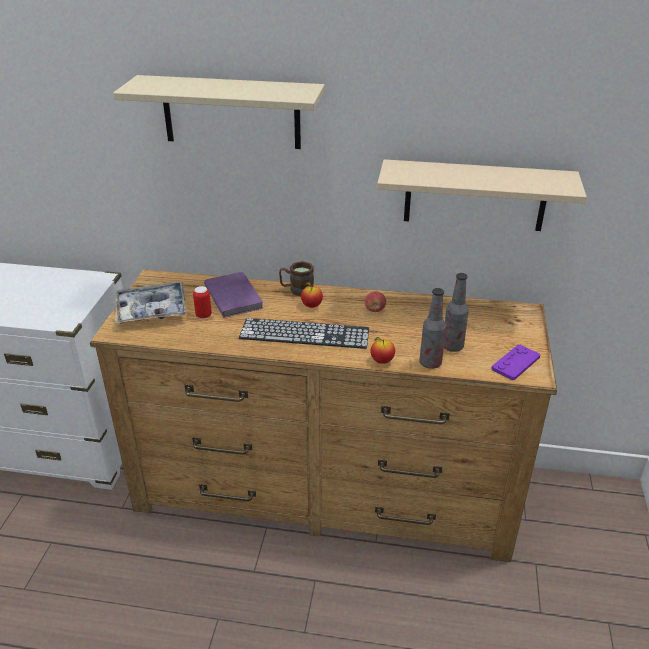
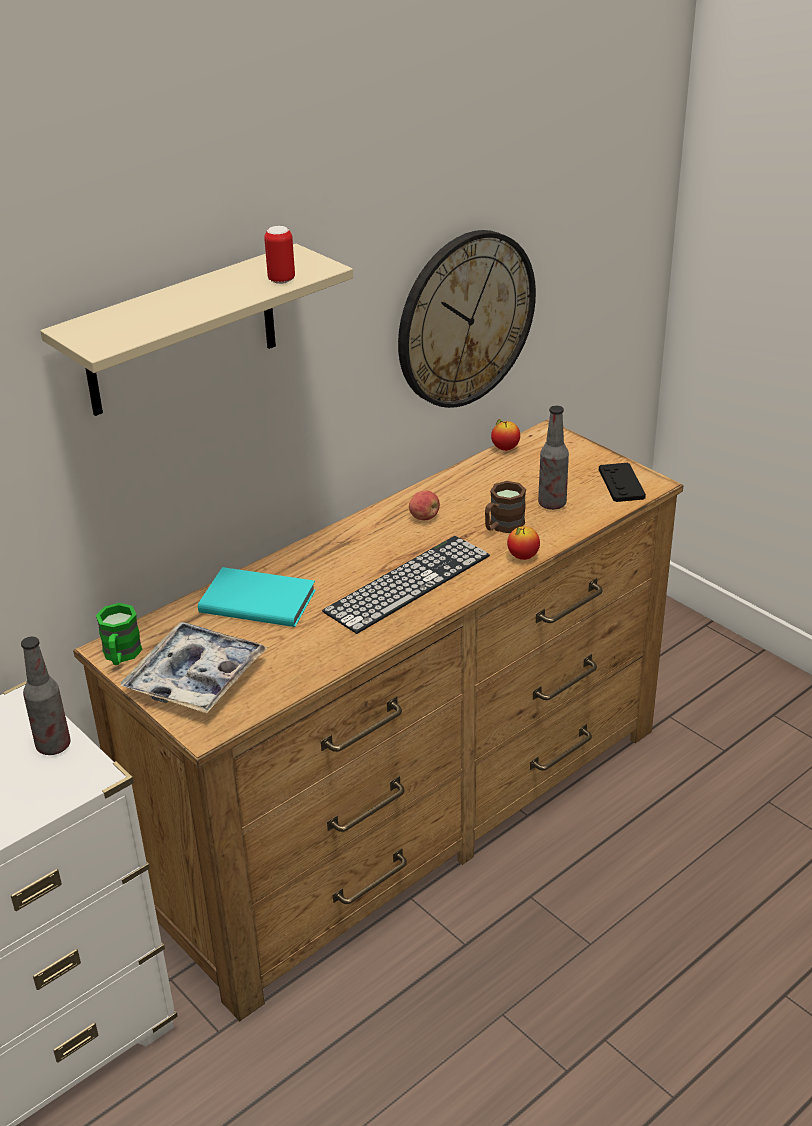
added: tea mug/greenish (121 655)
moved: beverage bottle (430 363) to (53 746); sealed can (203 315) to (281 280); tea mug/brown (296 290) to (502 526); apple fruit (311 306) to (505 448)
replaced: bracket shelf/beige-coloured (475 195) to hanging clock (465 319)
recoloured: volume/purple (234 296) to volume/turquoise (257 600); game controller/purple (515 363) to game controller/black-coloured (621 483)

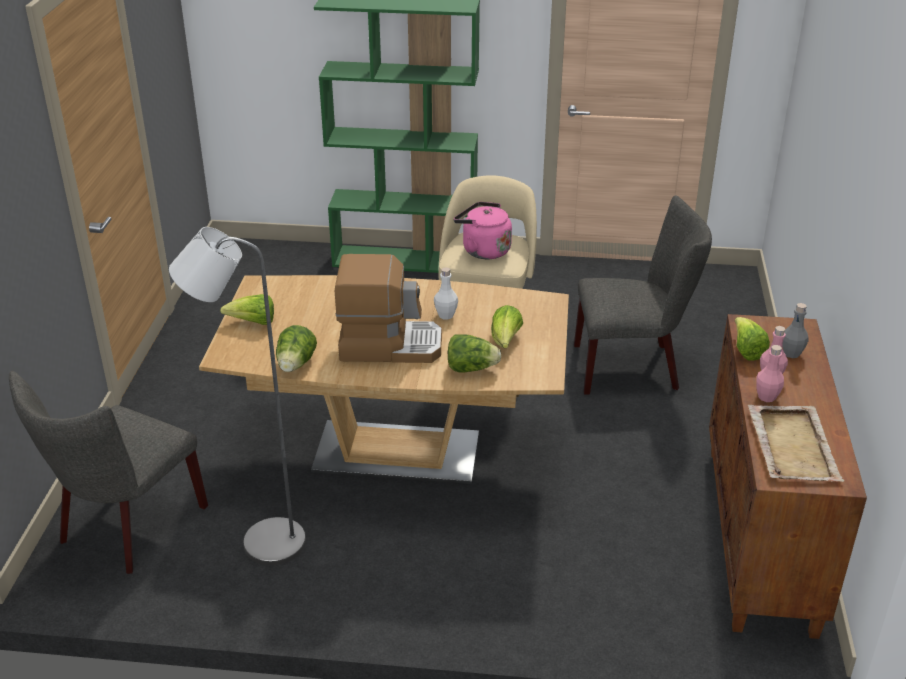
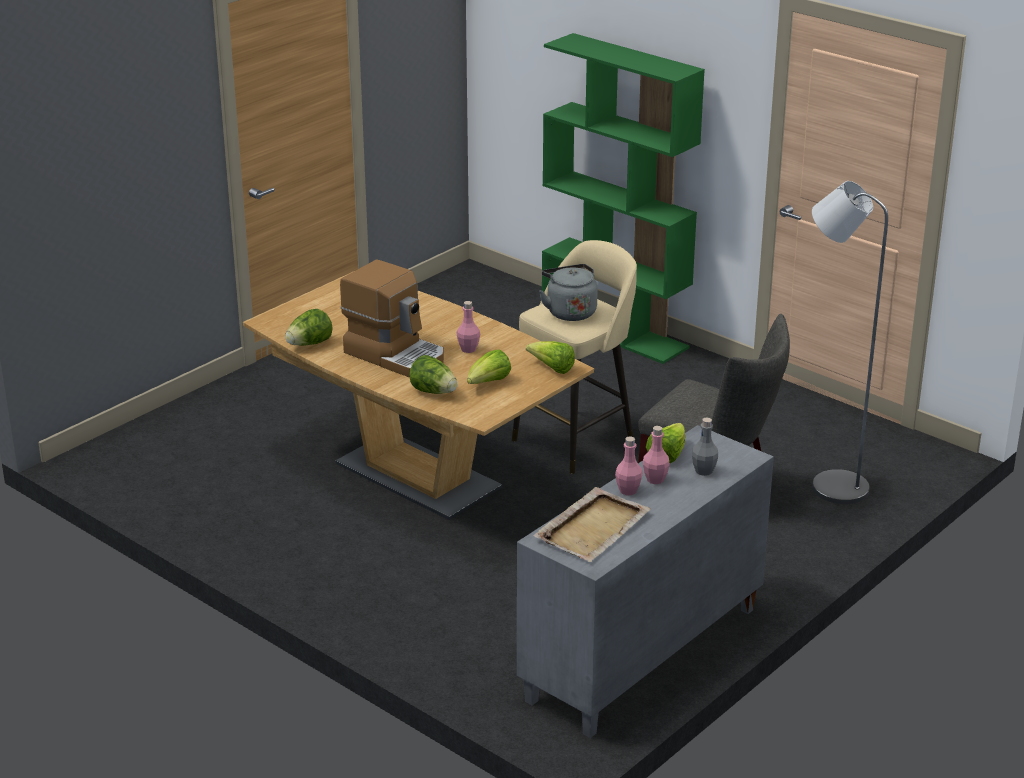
removed: chair/gray (126 528)
moved: lettuce head (253 323) to (552 368); standard lamp/gray (262 544) to (829 486)
recoloured: beverage bottle/whitish (446 315) to beverage bottle/pink (468 349); storage cabinet/brown (761 538) to storage cabinet/gray (643 655); tea kettle/pink (483 250) to tea kettle/gray (569 312)

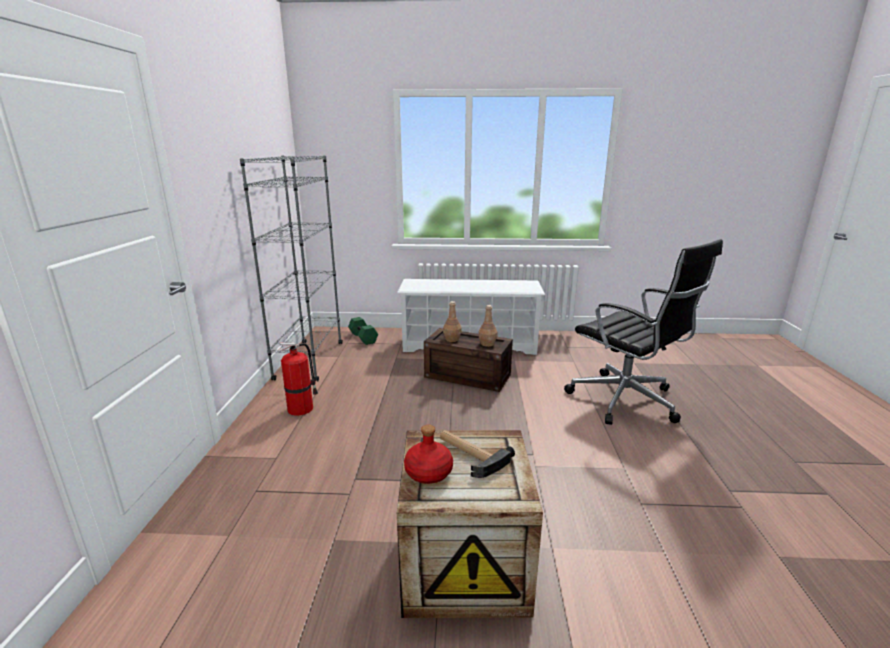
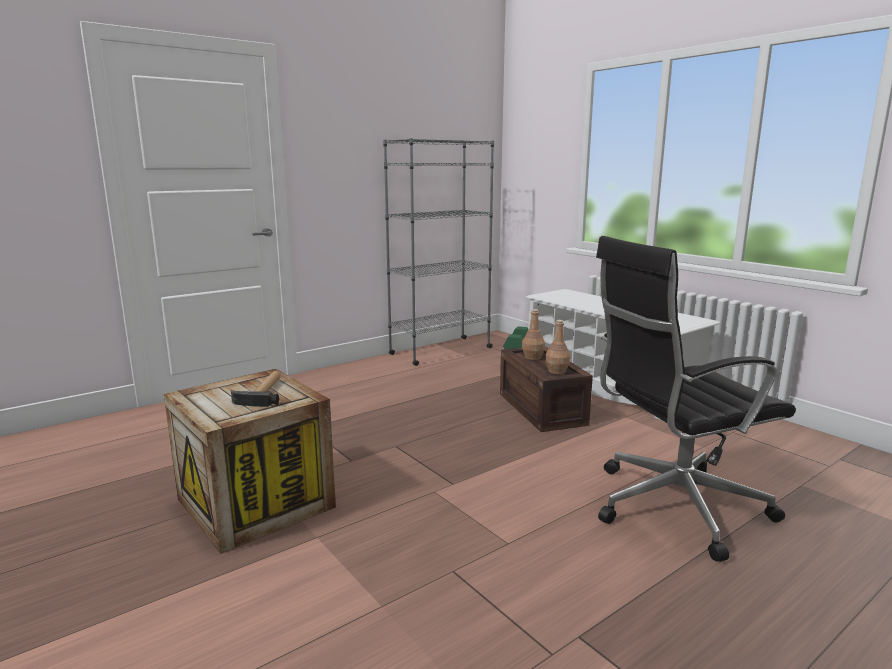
removed: fire extinguisher (301 408); beverage bottle/reddish (429 472)
turned: computer chair/black-coloured (626 401) = (672 506) 60 degrees clockwise

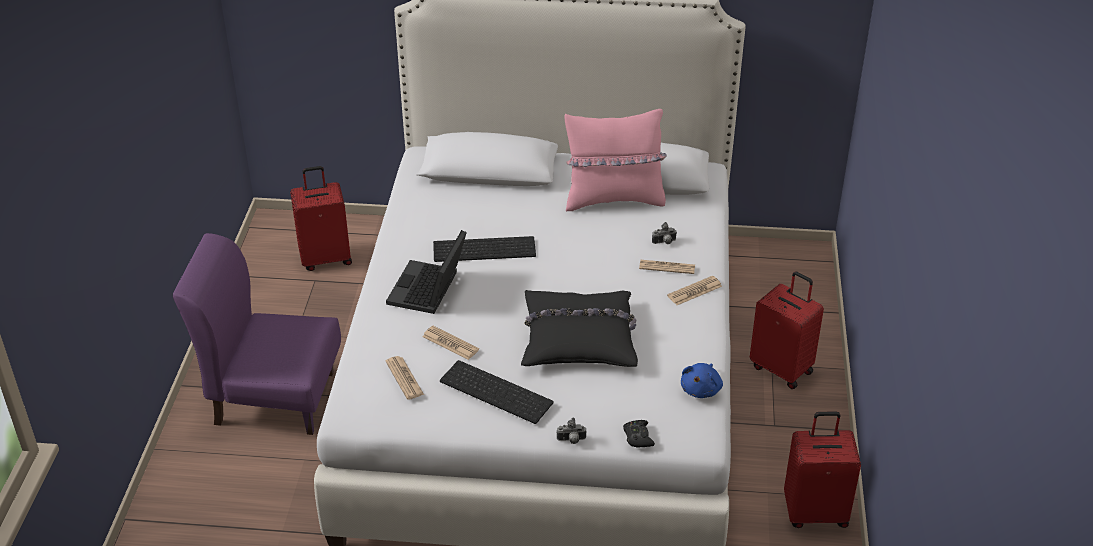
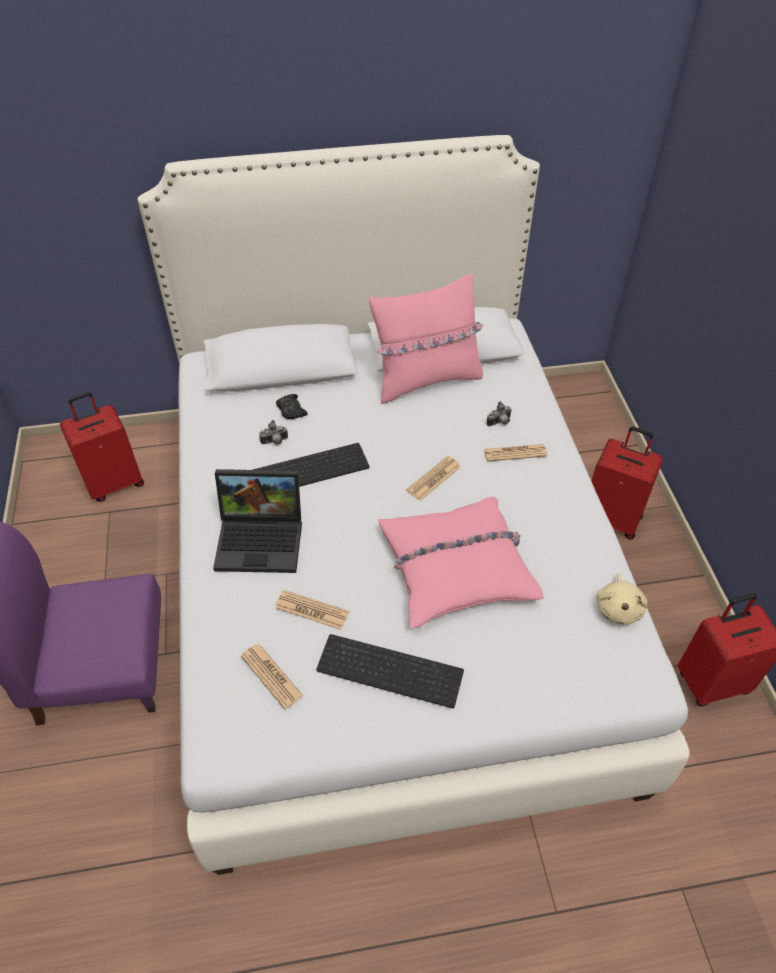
moved: still camera (571 440) to (275 442); game controller/black-coloured (638 437) to (291 410); printed paper (694 291) to (433 479)
recoloured: throw pillow/black-coloured (579 338) to throw pillow/pink (456 568); cuddly toy/blue (701 389) to cuddly toy/beige-coloured (618 608)
turned: laptop (429 291) = (262 539) 90 degrees counterclockwise

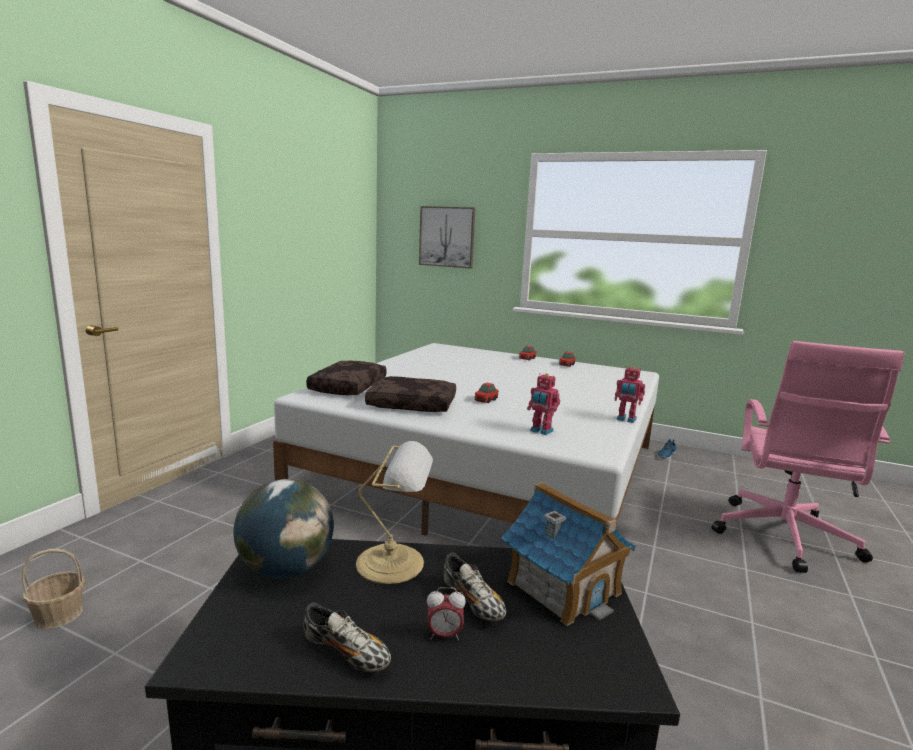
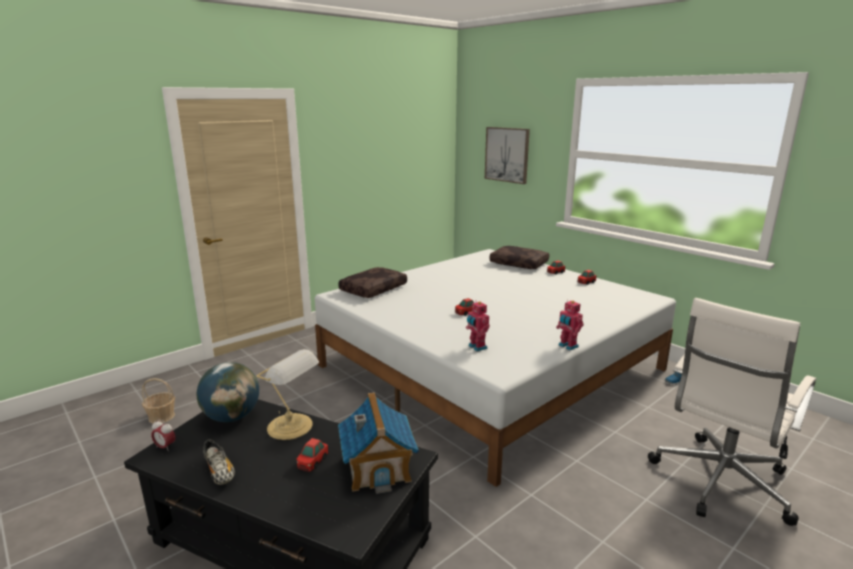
moved: bedside clock (444 635) to (165 447); throw pillow/brown (413 404) to (519 263)
replaced: low shoe (473 602) to toy car (312 462)
recoloured: computer chair/pink (783 538) to computer chair/whitish (719 482)

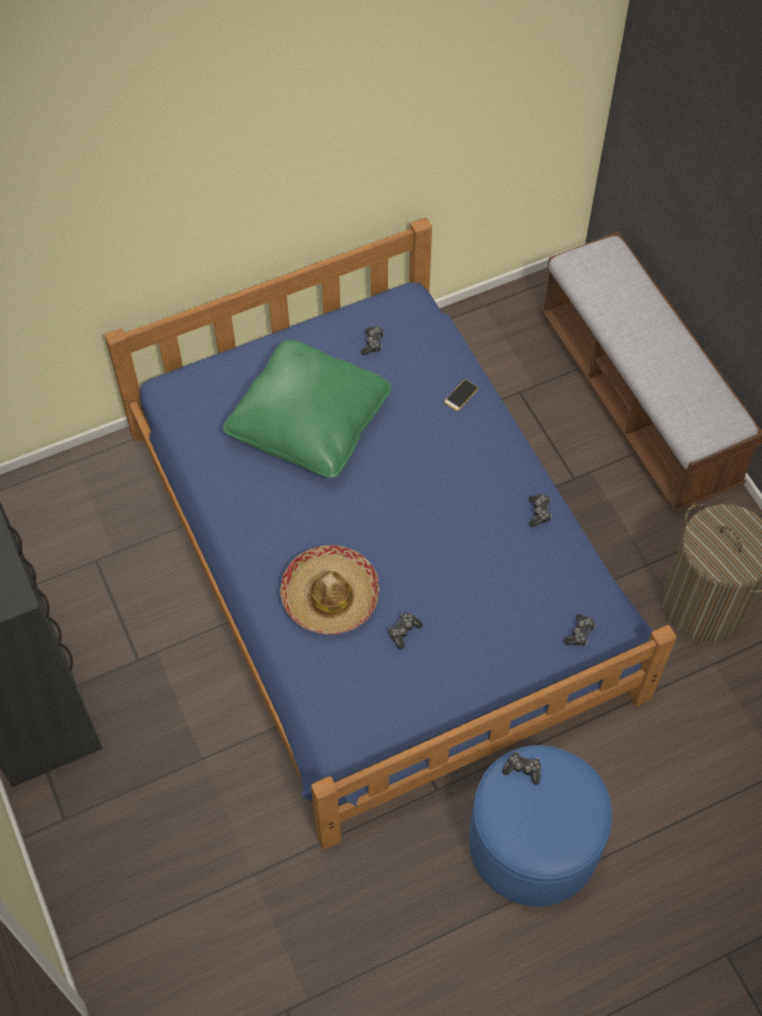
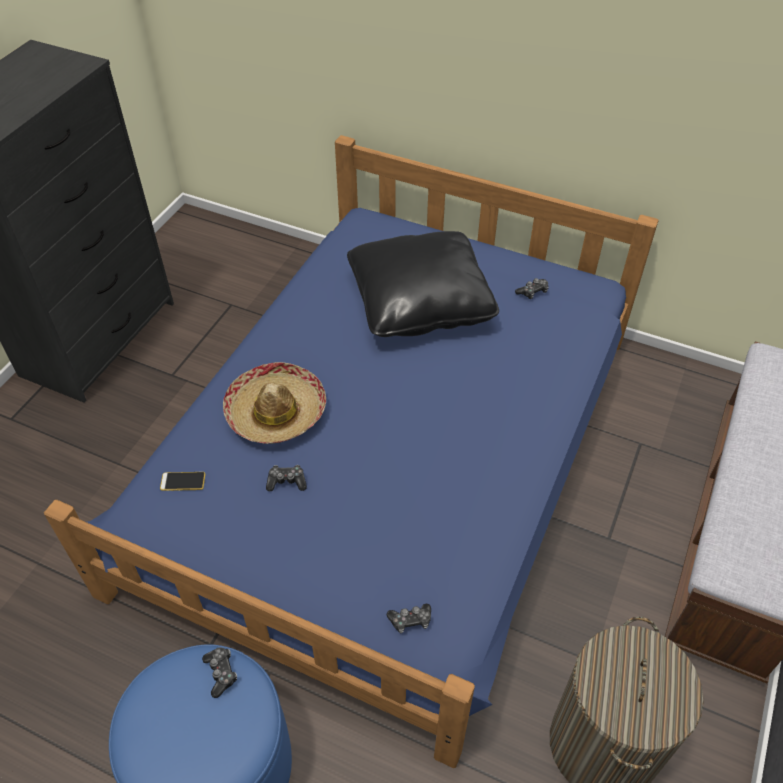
removed: game controller (539 512)
moved: handset (461 395) to (183 481)
recoloured: throw pillow/greenish (309 422) to throw pillow/black-coloured (420 302)

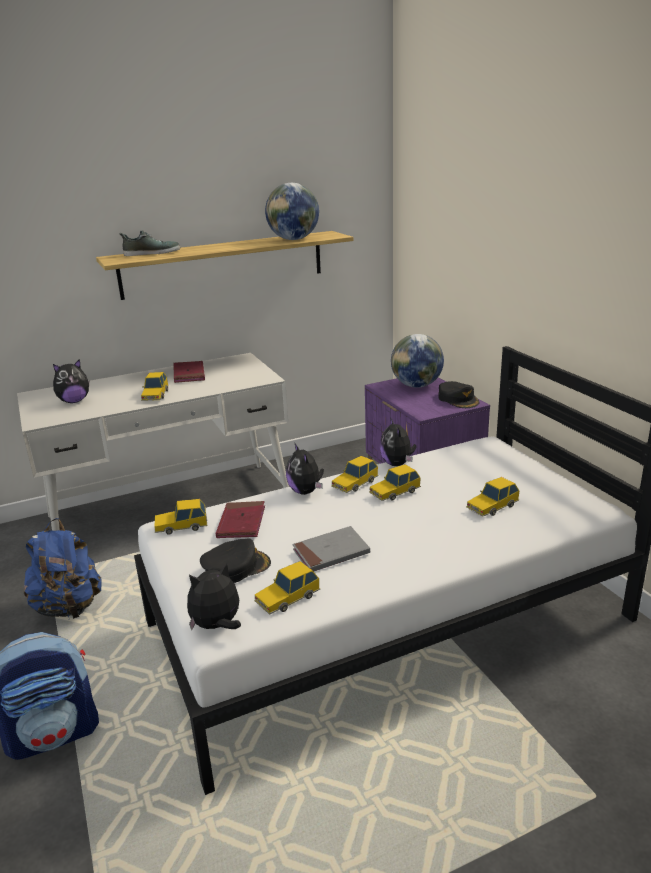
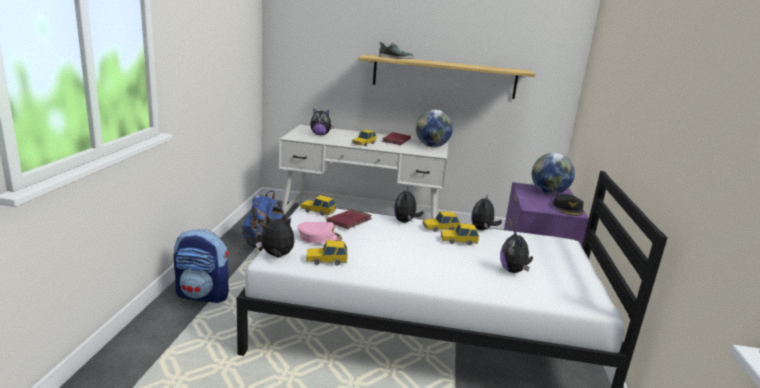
removed: volume/gray (331 552)
moved: globe (294 239) to (432 146)
replaced: toy car (492 506) to cuddly toy (513 271)
recoloured: cap/black-coloured (236 567) to cap/pink (319 237)

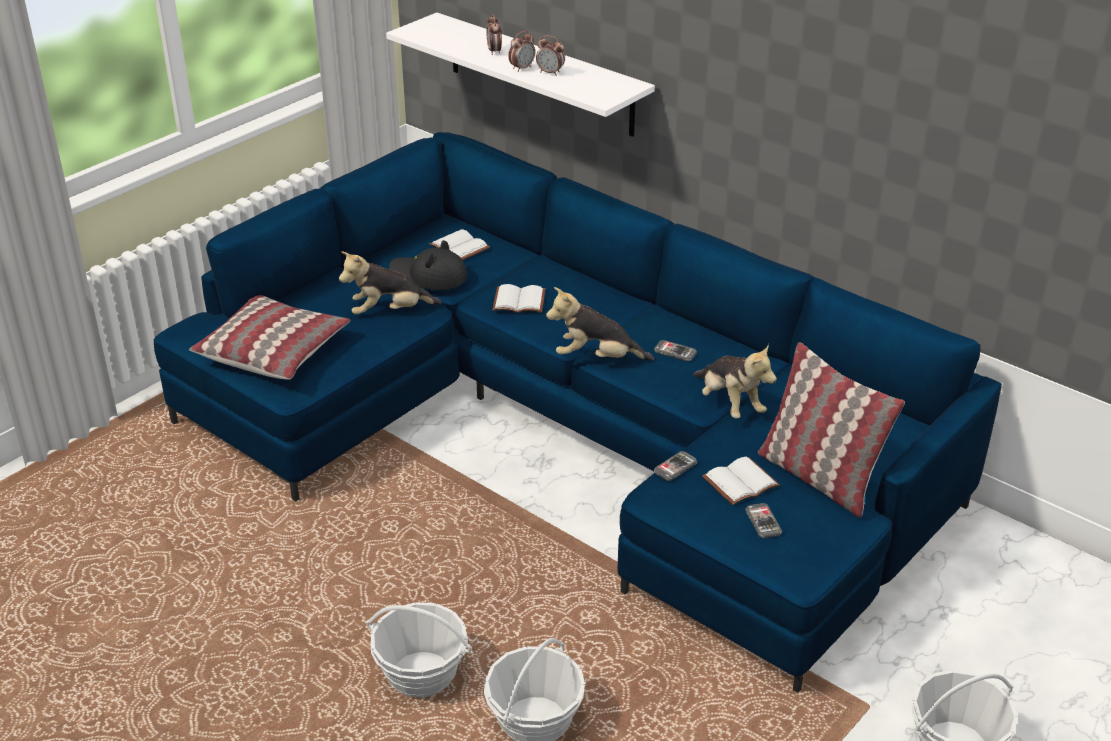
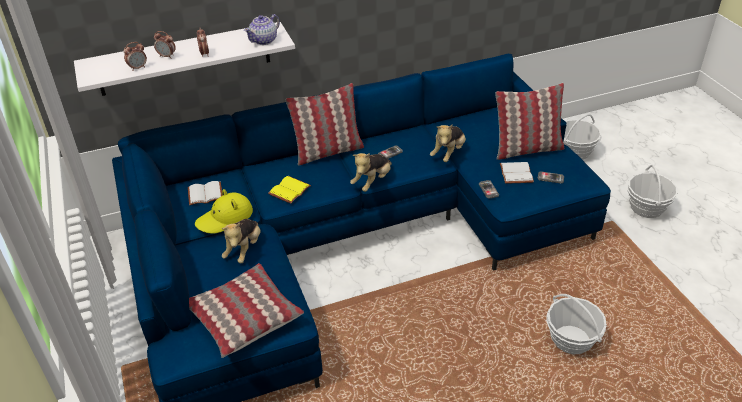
added: teapot (264 40); throw pillow (328 151)
moved: bedside clock (550 73) to (138 68); storage basket (421 675) to (575 151)
recoloured: clothing hat/black-coloured (428 276) to clothing hat/yellow-coloured (225 218); volume/whitish (520 300) to volume/yellow-coloured (289 190)
turned: cuddly toy (729 404) = (448 153) 120 degrees clockwise

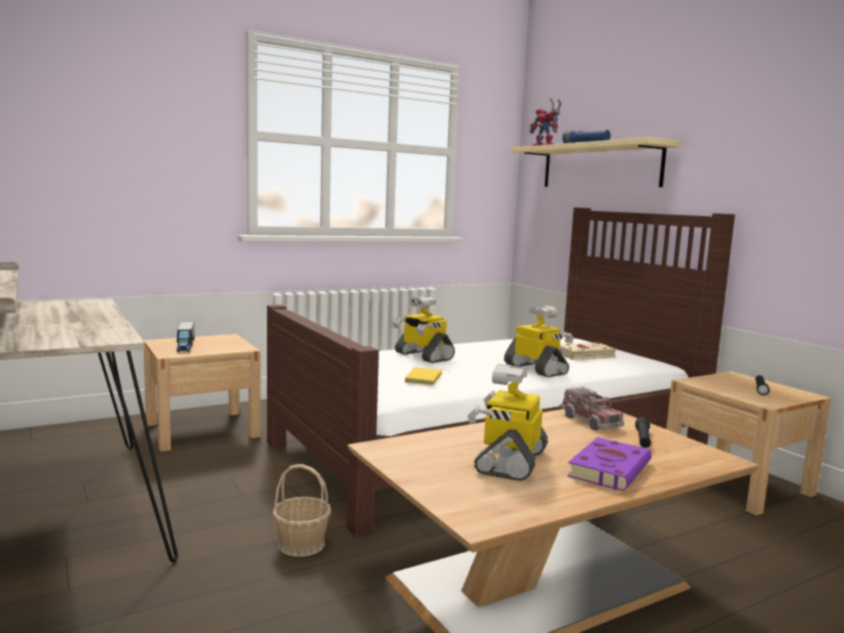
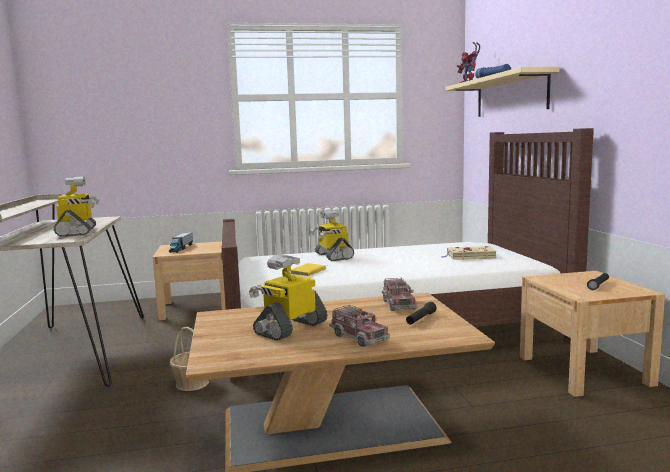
moved: robot figure (536 369) to (78 232)
replaced: volume/purple (610 469) to model truck (359 337)

